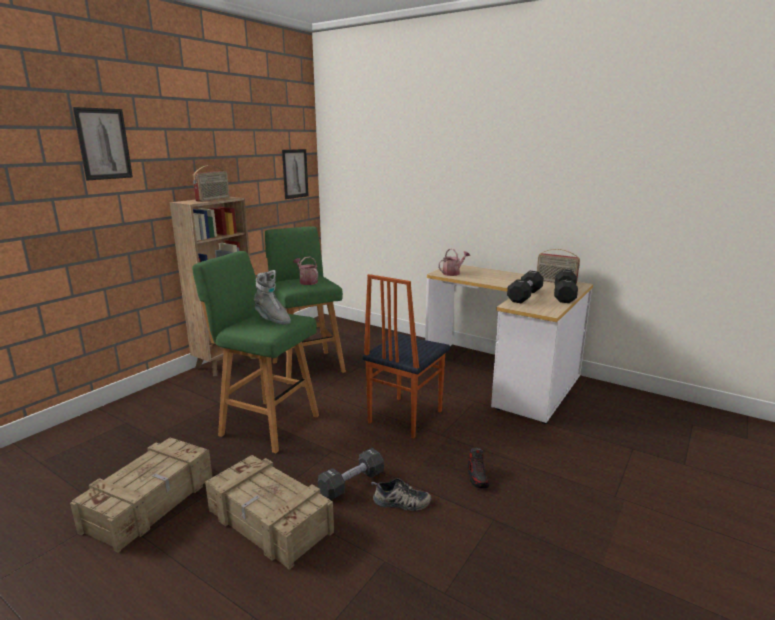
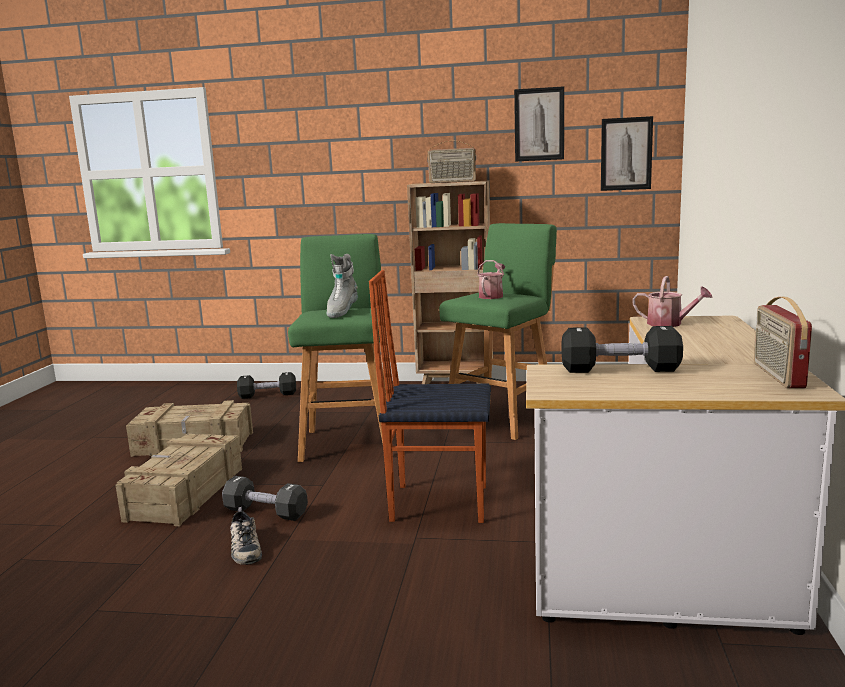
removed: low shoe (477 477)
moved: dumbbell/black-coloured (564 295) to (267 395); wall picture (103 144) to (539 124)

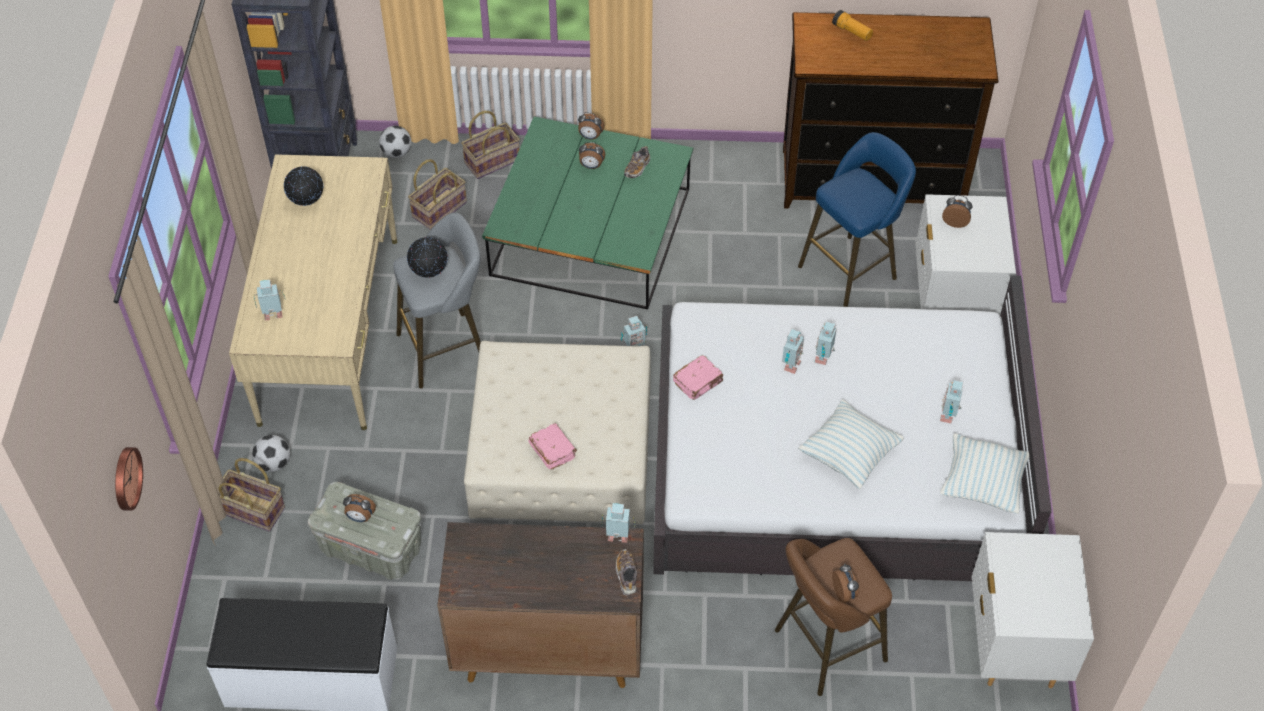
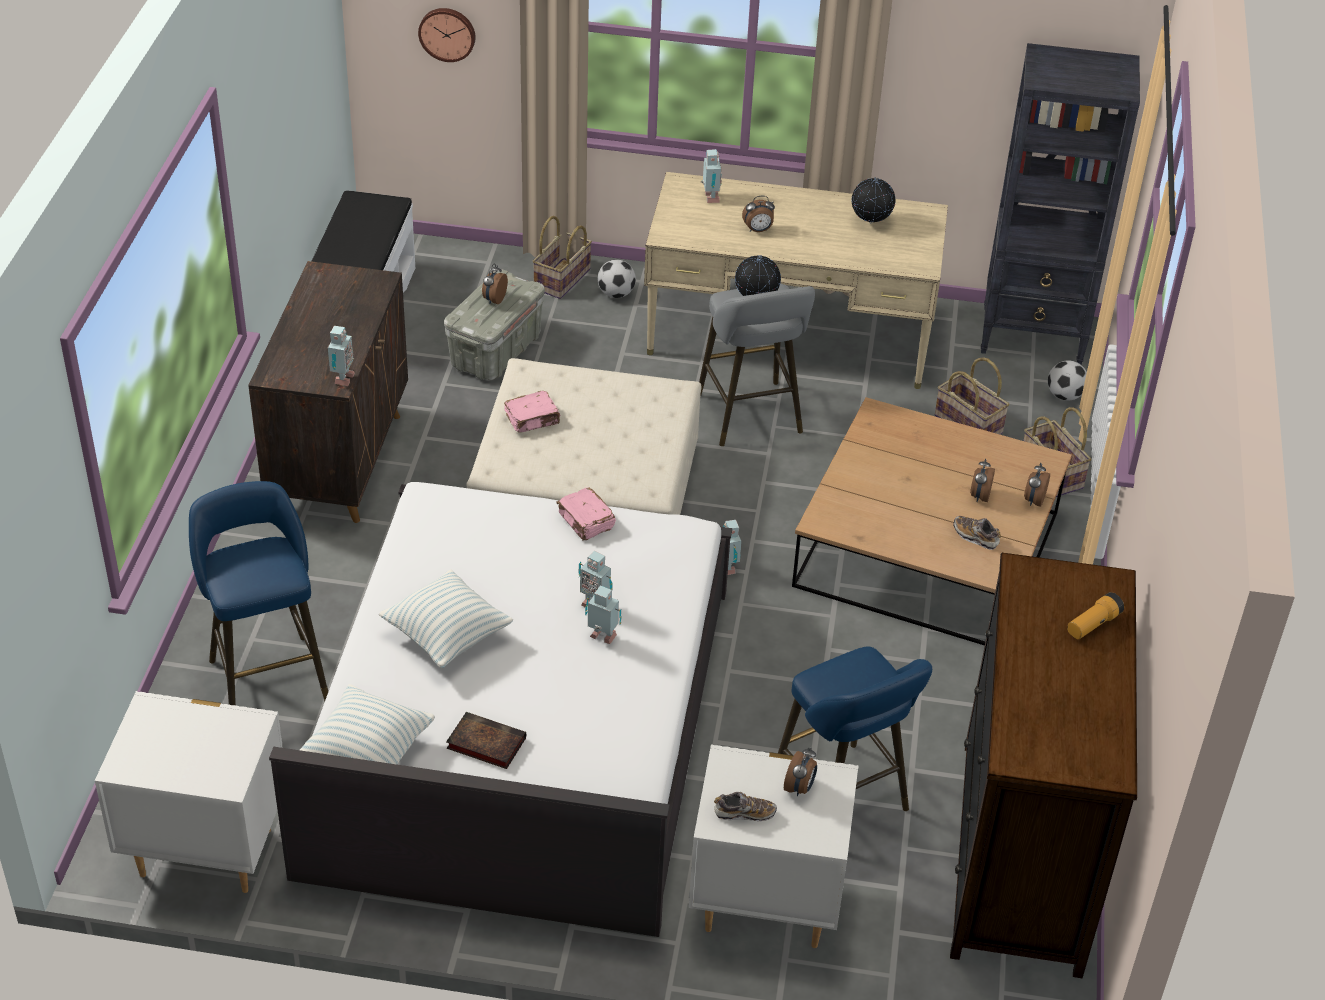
moved: low shoe (626 575) to (744 813); bedside clock (844 593) to (758 230)
replaced: robot figure (949 415) to volume (484 743)
recoloured: stool seat/brown (825 648) to stool seat/blue (267 675); coffee table/greenish (591 231) to coffee table/brown (927 549)

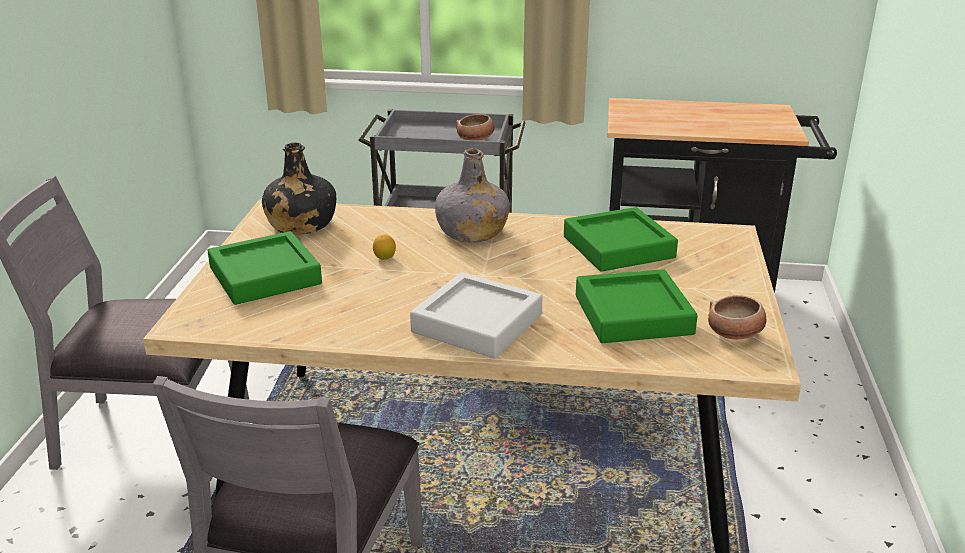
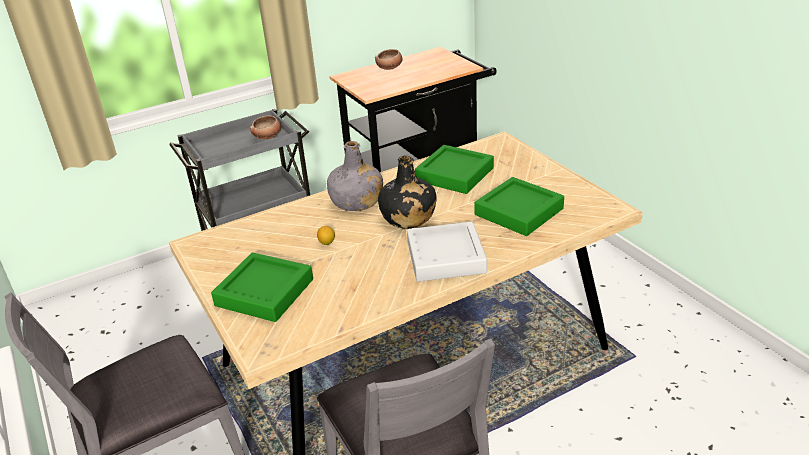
moved: serving bowl (735 334) to (390 68); beverage bottle/black-coloured (301 225) to (407 218)

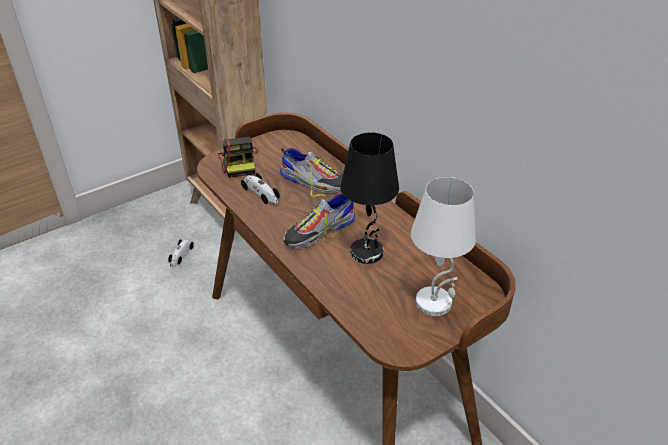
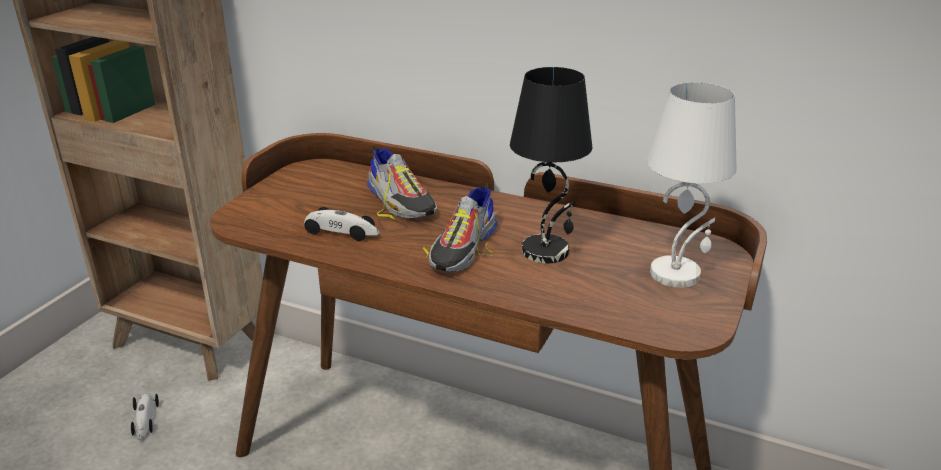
removed: still camera (239 162)
turned: low shoe (314 181) = (400 201) 60 degrees clockwise

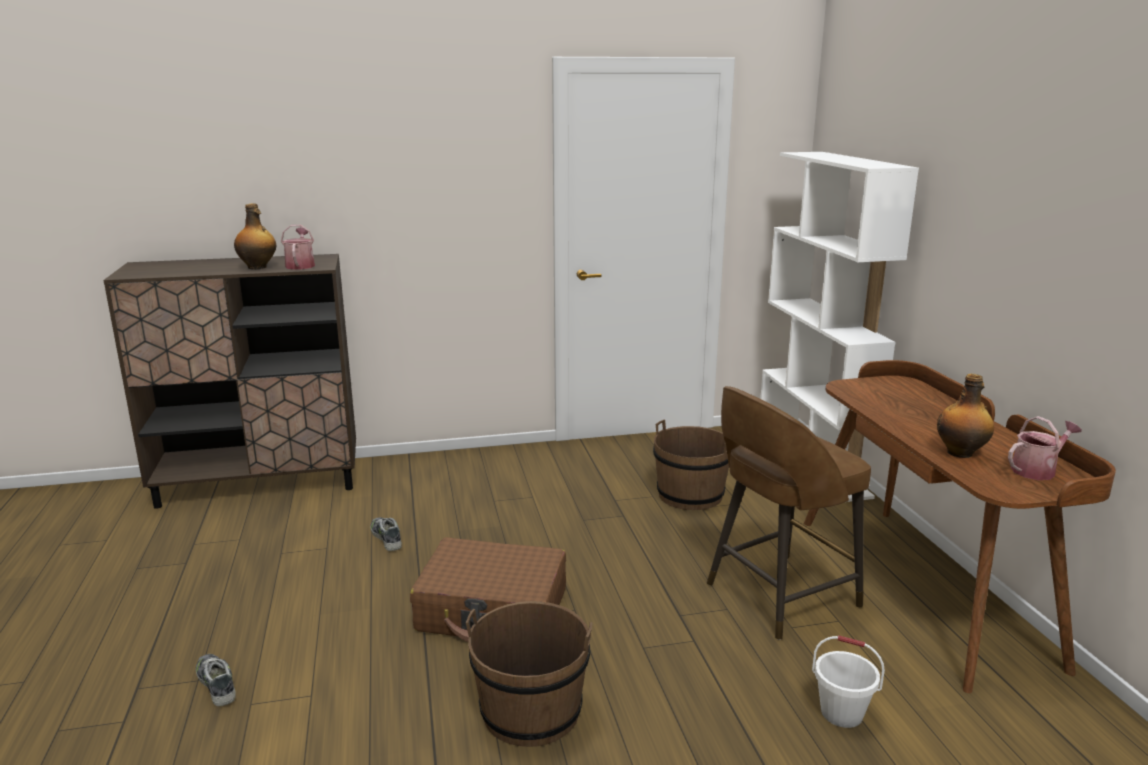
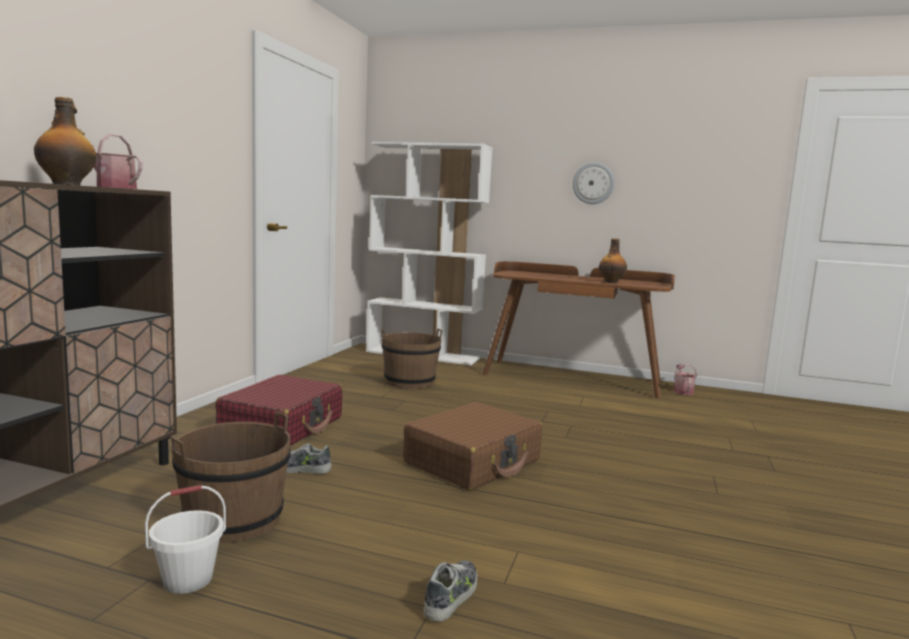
removed: stool seat/brown (778 596)
added: piece of luggage/reddish (283 426); hanging clock (593 183)
moved: water bucket/whitish (842 713) to (188 579); water bucket/brown (531 712) to (234 520); watering pot (1037 470) to (682 391)
turned: low shoe (217 684) = (452 596) 120 degrees clockwise

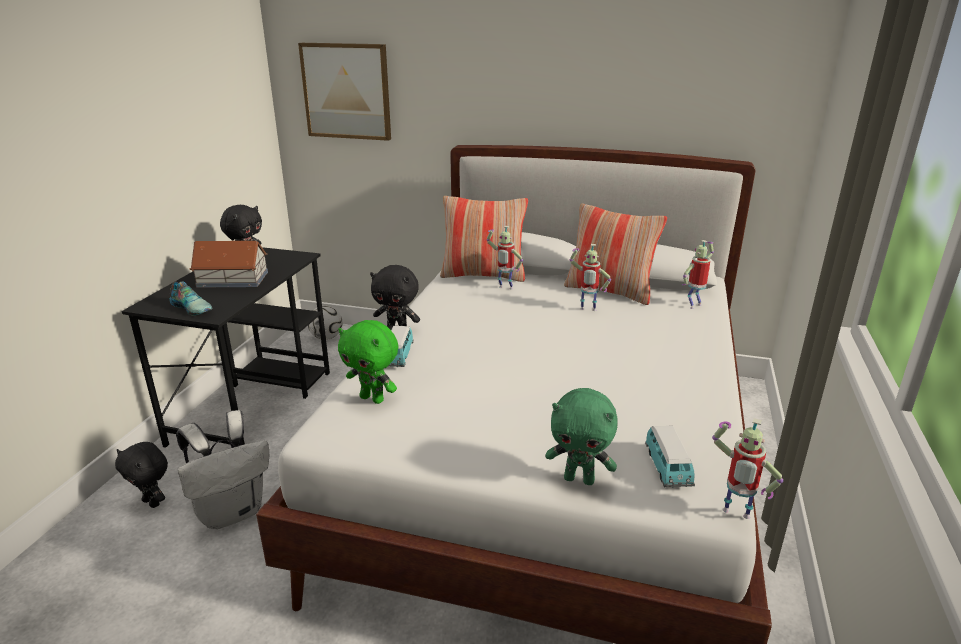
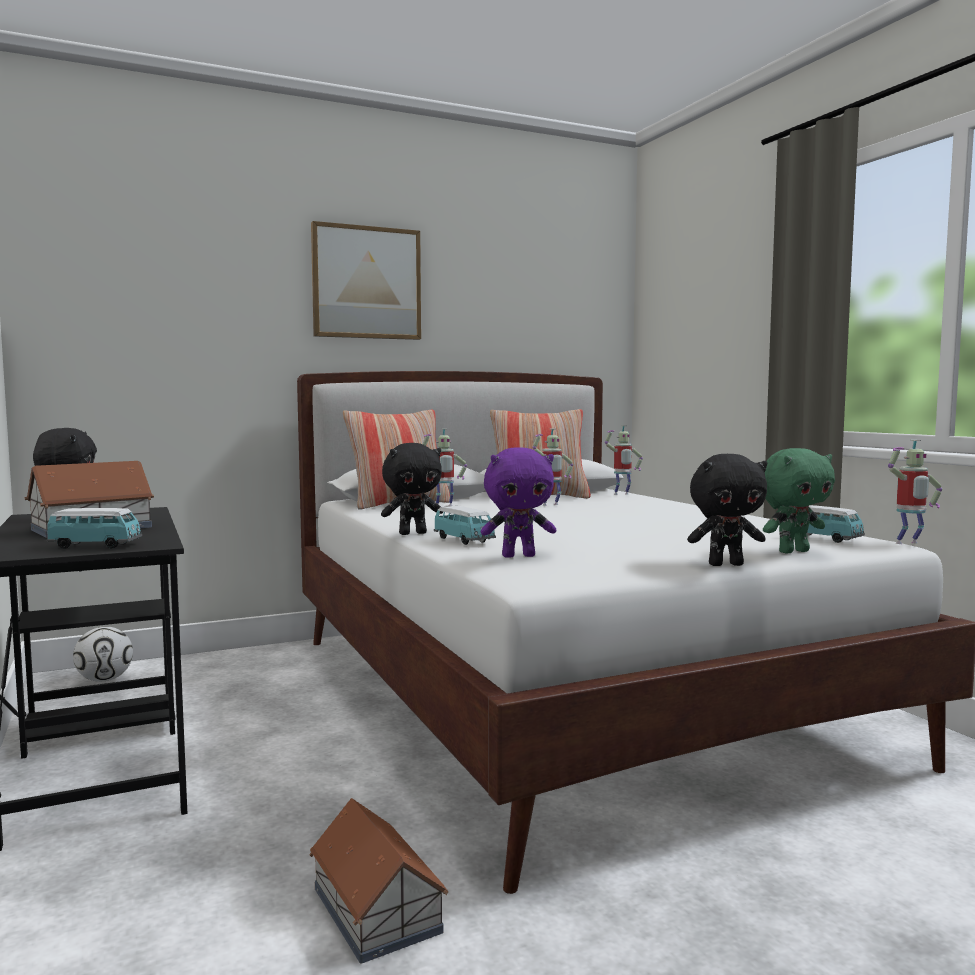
removed: backpack/whitish (232 511)
added: toy house (376 908)
moved: wall picture (347 91) to (366 283); cuddly toy/black-coloured (153 502) to (725 564)
replaced: low shoe (192 307) to toy car (96 546)
recoloured: cuddly toy/greenish (373 398) to cuddly toy/purple (518 556)
turned: robot figure (693 305) = (622 494) 120 degrees counterclockwise

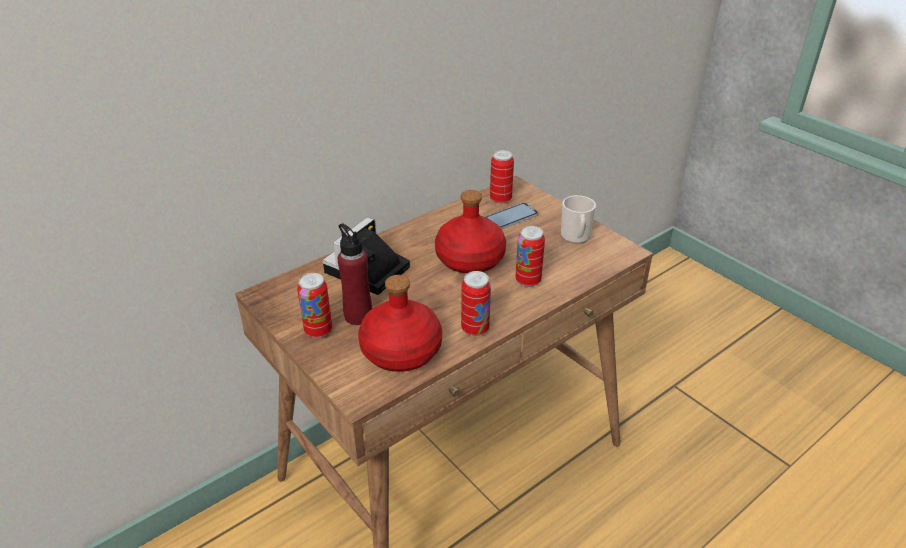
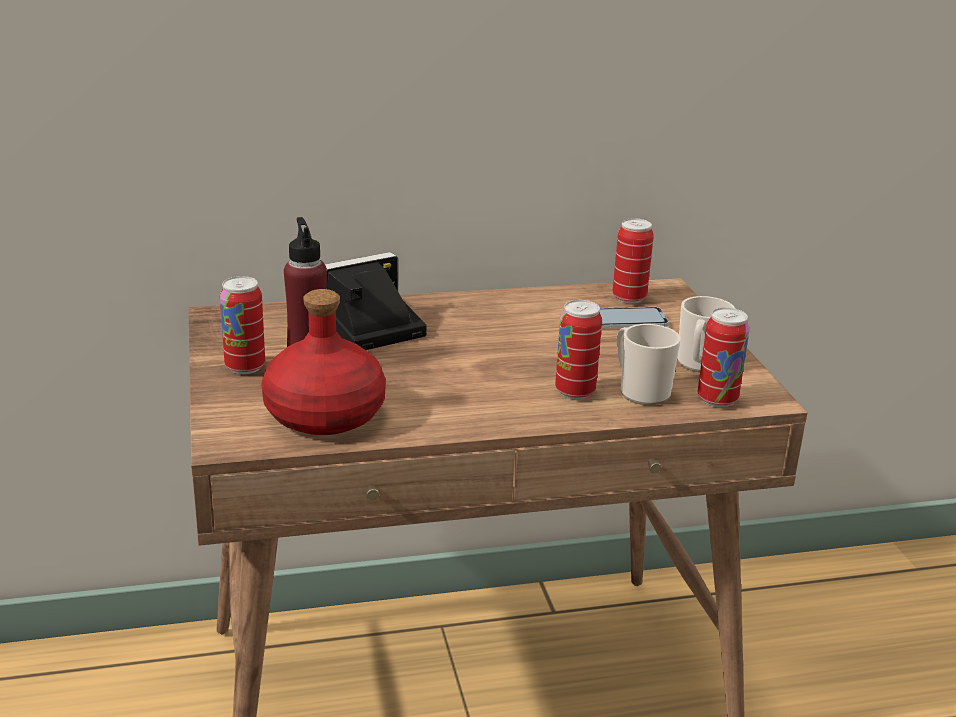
removed: beverage bottle/reddish (470 260)
added: tea mug (640 391)
moved: sealed can (475 329) to (717 399)

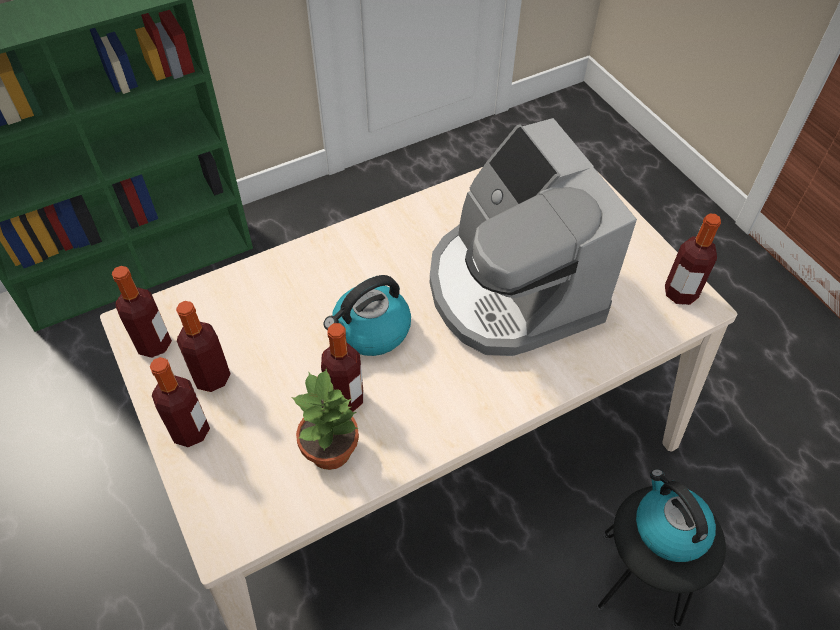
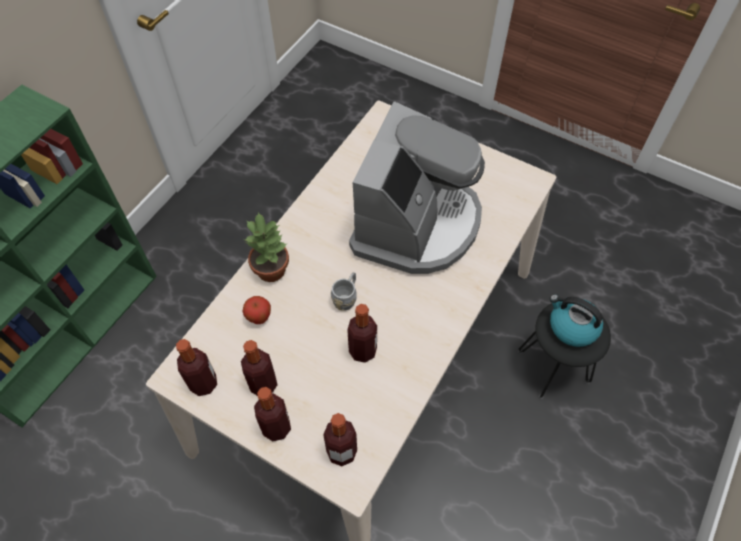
added: apple fruit (259 318)
moved: houseplant (331 450) to (272 269); beverage bottle (680 293) to (341 451)
replaced: tea kettle (370 331) to tea mug/gray (347 297)
turned: coffee brewer (511 289) = (416 224) 105 degrees counterclockwise

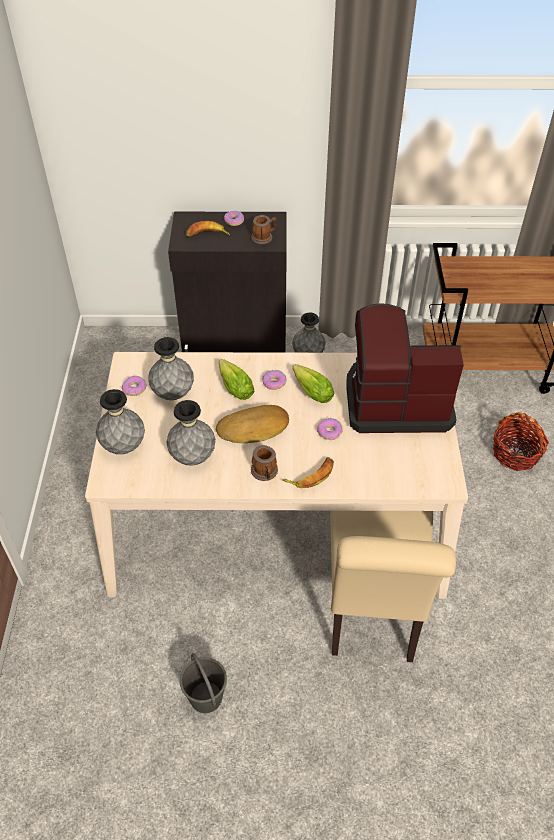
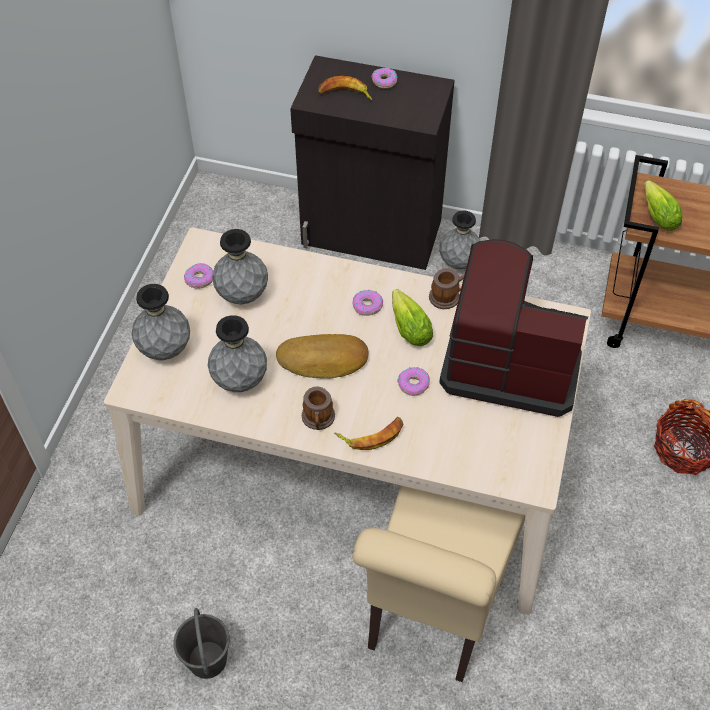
moved: tea mug (264 237) to (447 297); lettuce head (234 386) to (656 214)

